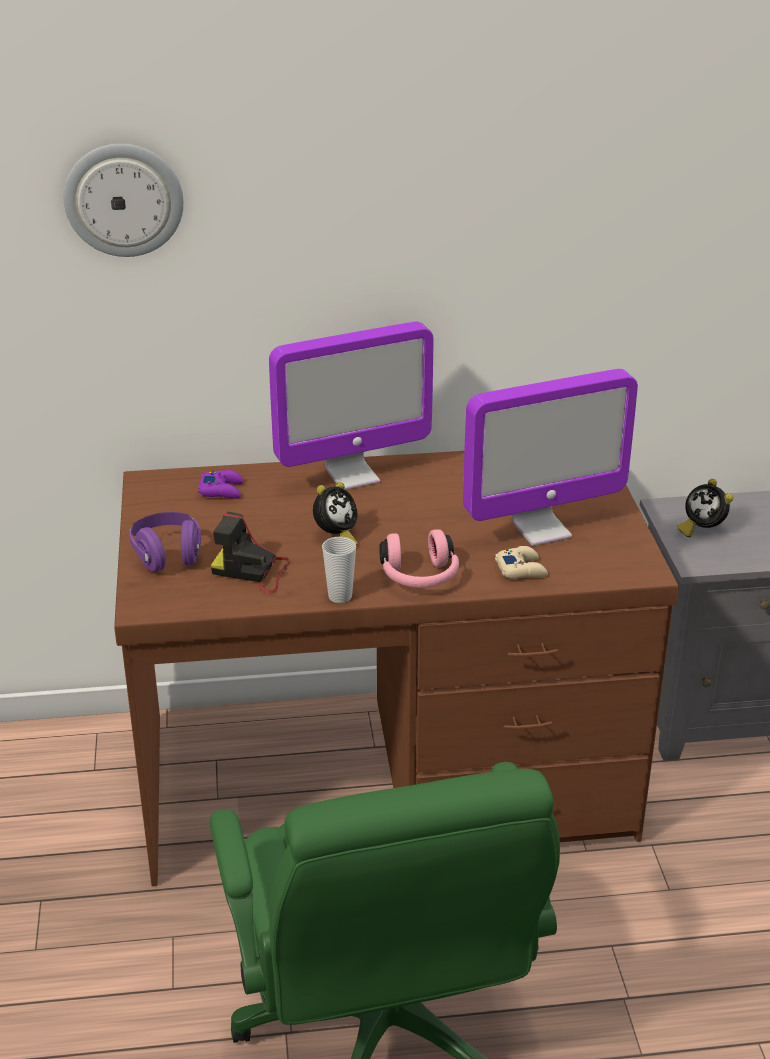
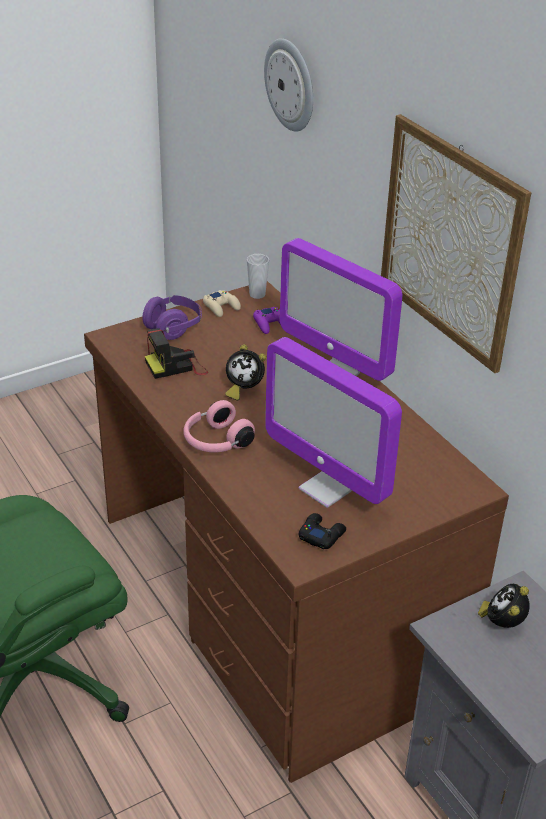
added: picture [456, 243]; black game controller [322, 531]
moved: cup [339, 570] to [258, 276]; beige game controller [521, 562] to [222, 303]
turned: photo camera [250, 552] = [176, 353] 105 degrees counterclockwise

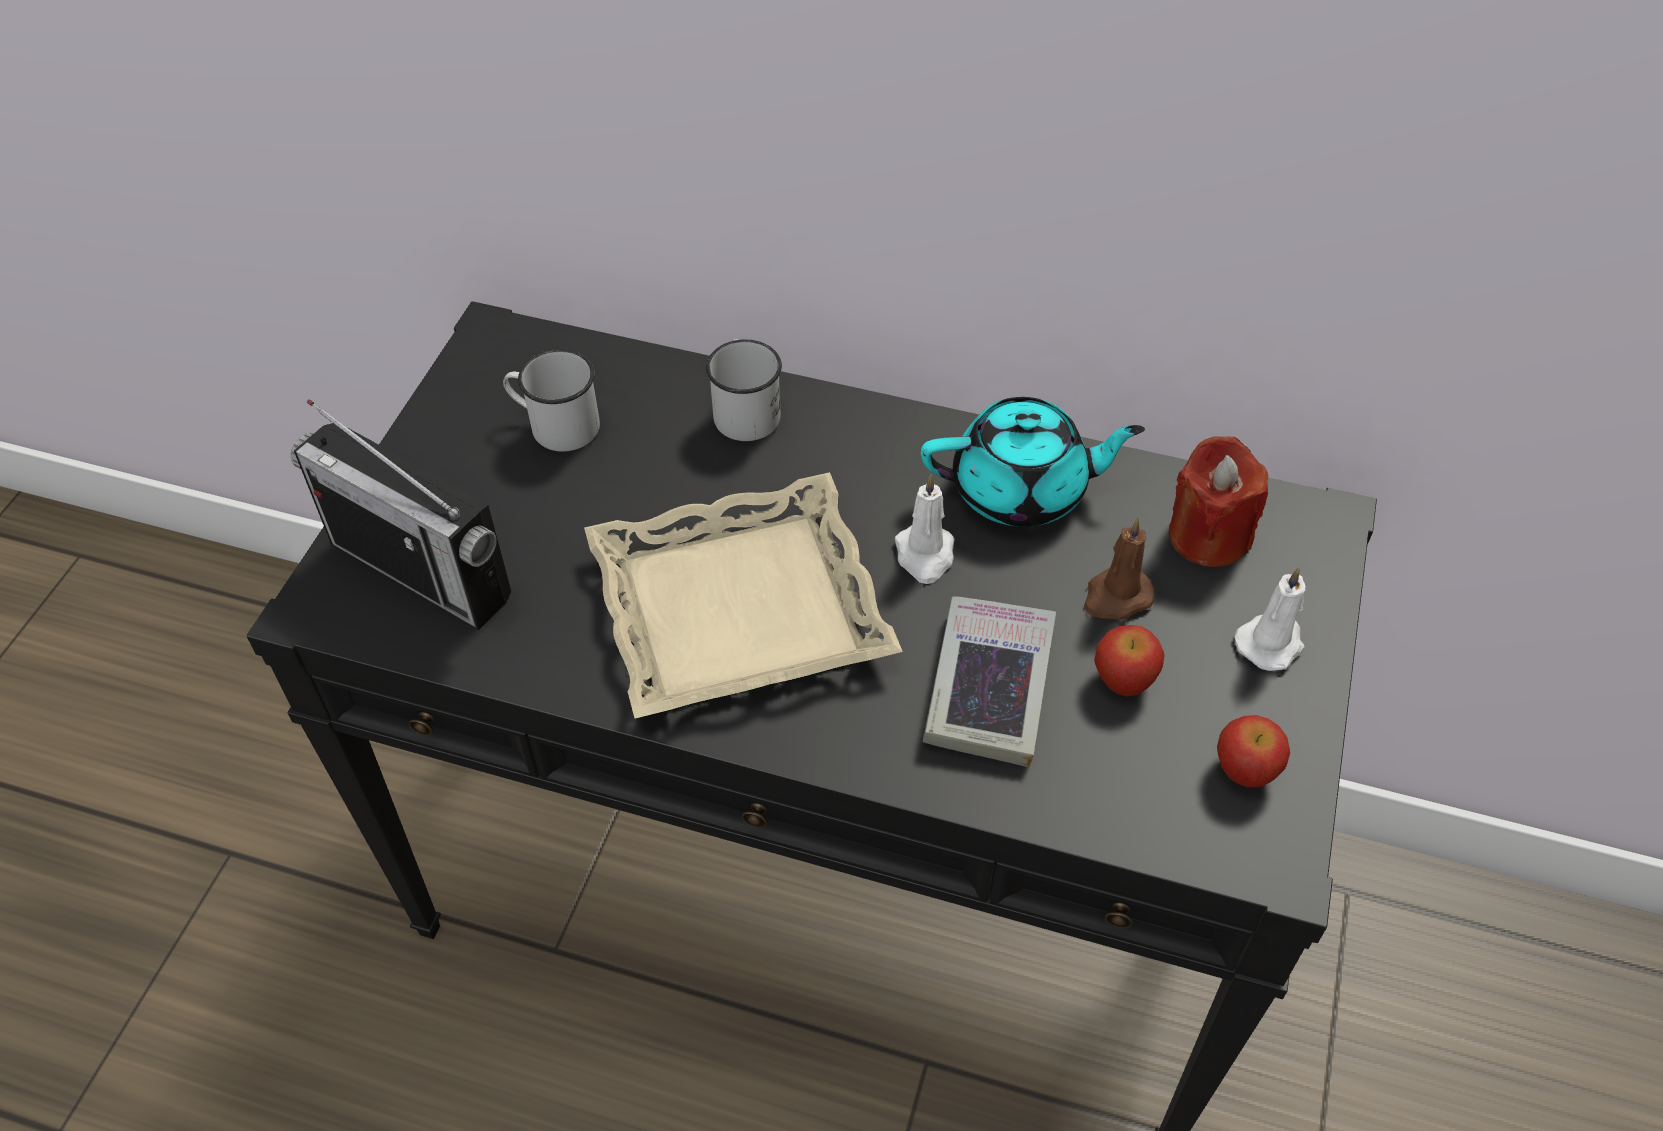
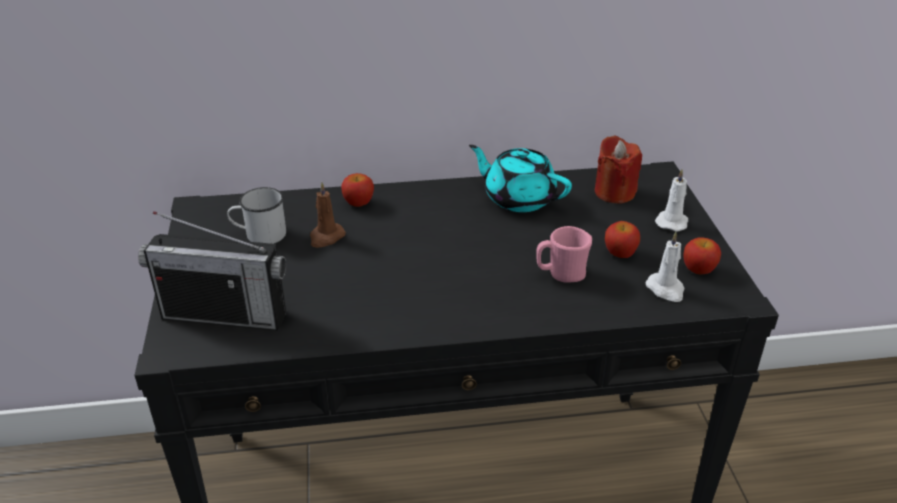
removed: beige tray [743, 595]
moved: white candle [925, 529] to [665, 267]; brown candle [1119, 568] to [328, 215]
replaced: white mug [744, 390] to apple [357, 190]; book [989, 681] to pink mug [564, 254]
turned: turquoise teapot [1033, 462] = [520, 178] 120 degrees counterclockwise

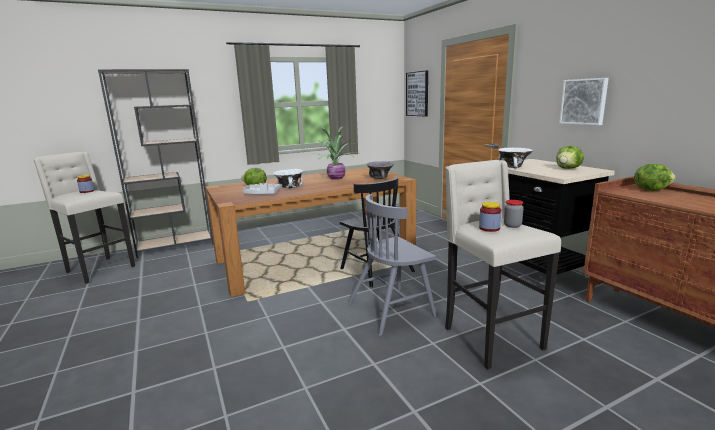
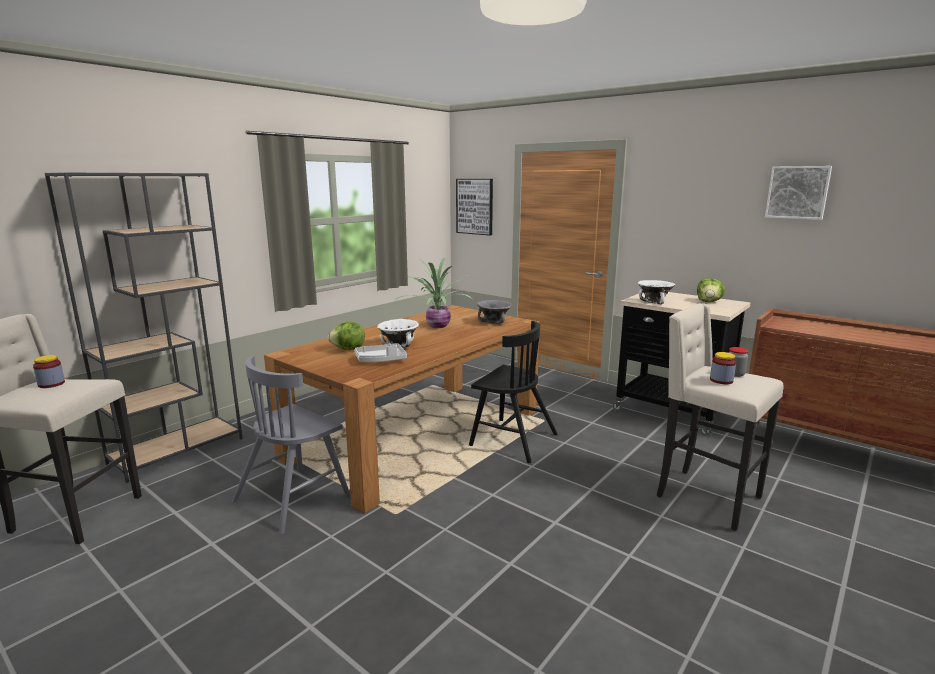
removed: lettuce [655, 177]
moved: picture [584, 101] to [798, 193]; grey chair [392, 264] to [291, 445]

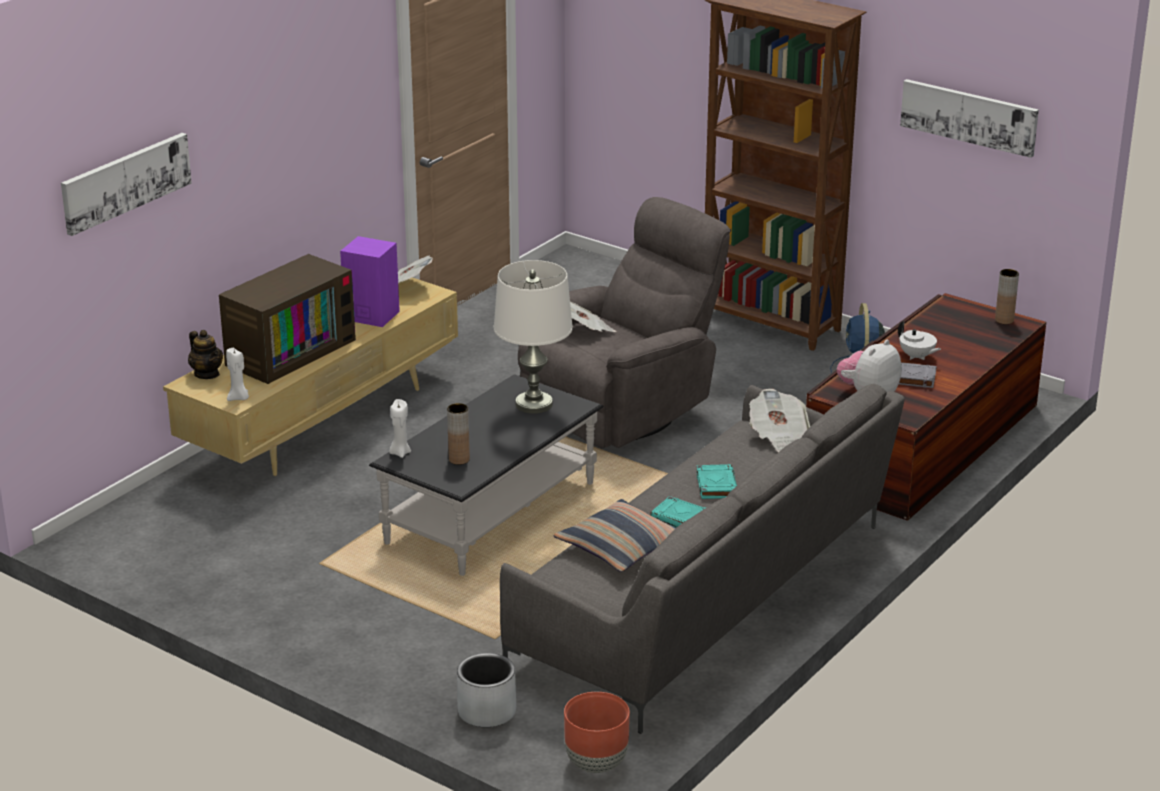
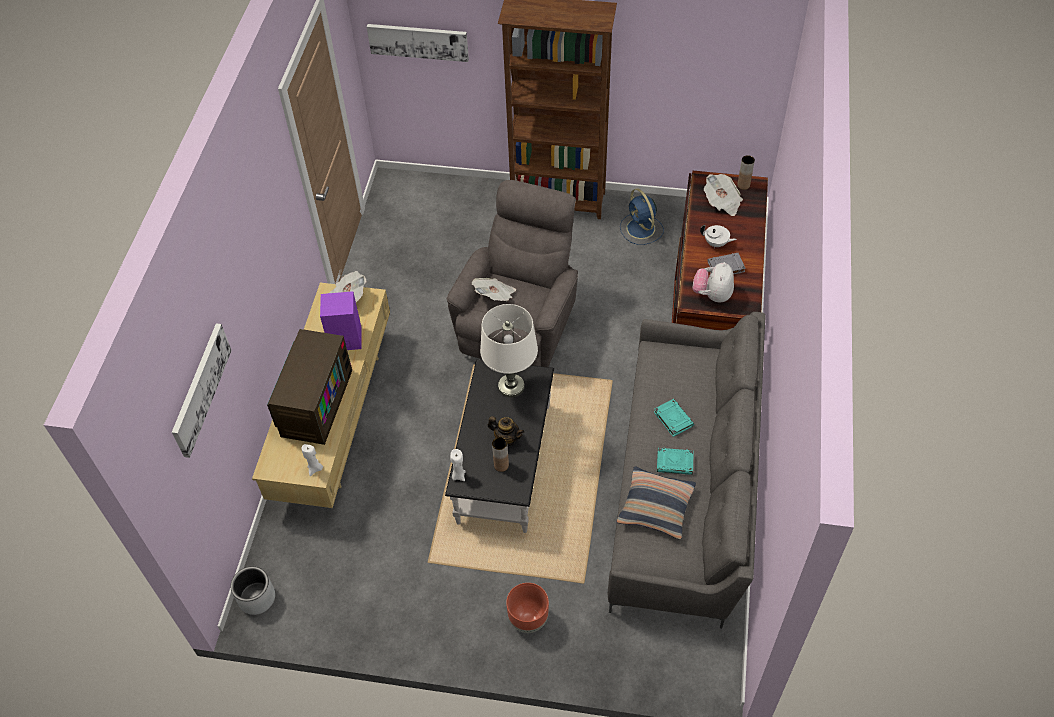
moved: picture [969, 118] to [418, 43]; teapot [205, 354] to [506, 431]; newspaper [779, 420] to [723, 195]; grey planter [486, 690] to [252, 590]; brown planter [597, 732] to [527, 608]

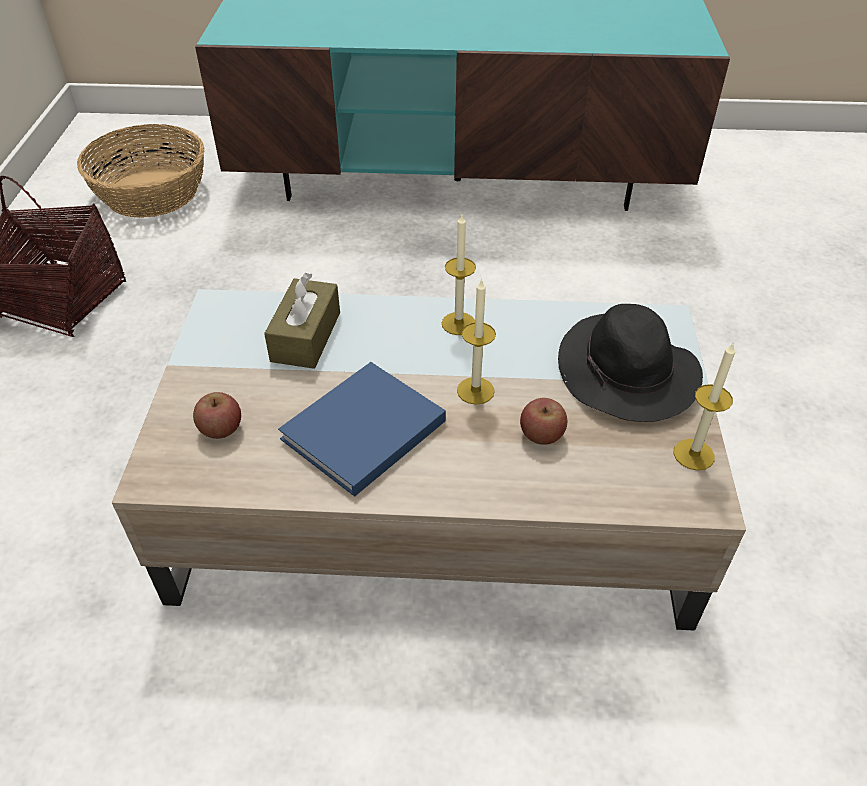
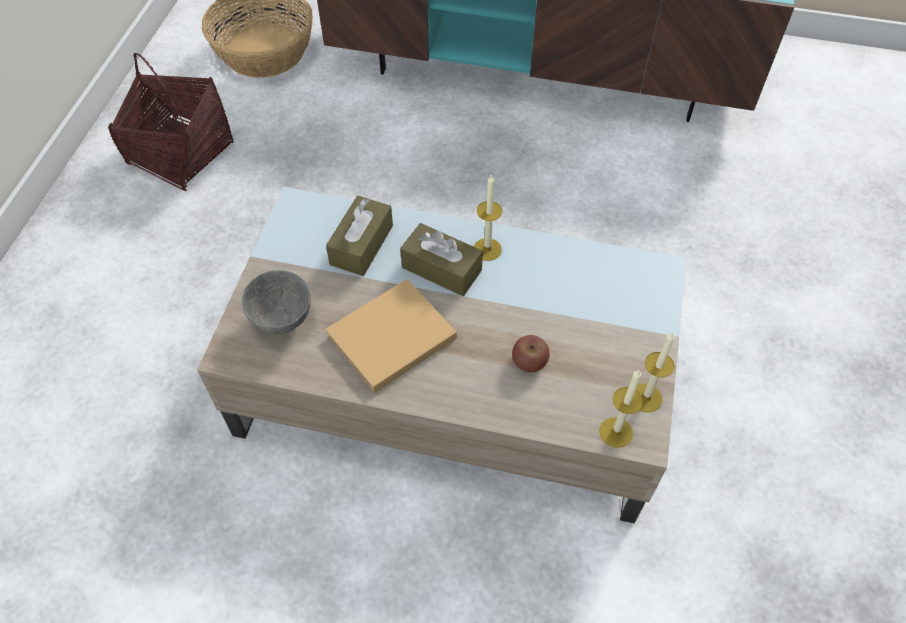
removed: black hat [630, 363]
added: brown tissue box [441, 259]
moved: candle [476, 341] to [621, 409]
replaced: apple [217, 415] to grey bowl [276, 302]
recoloured: blue book [362, 429] to beige book [391, 336]

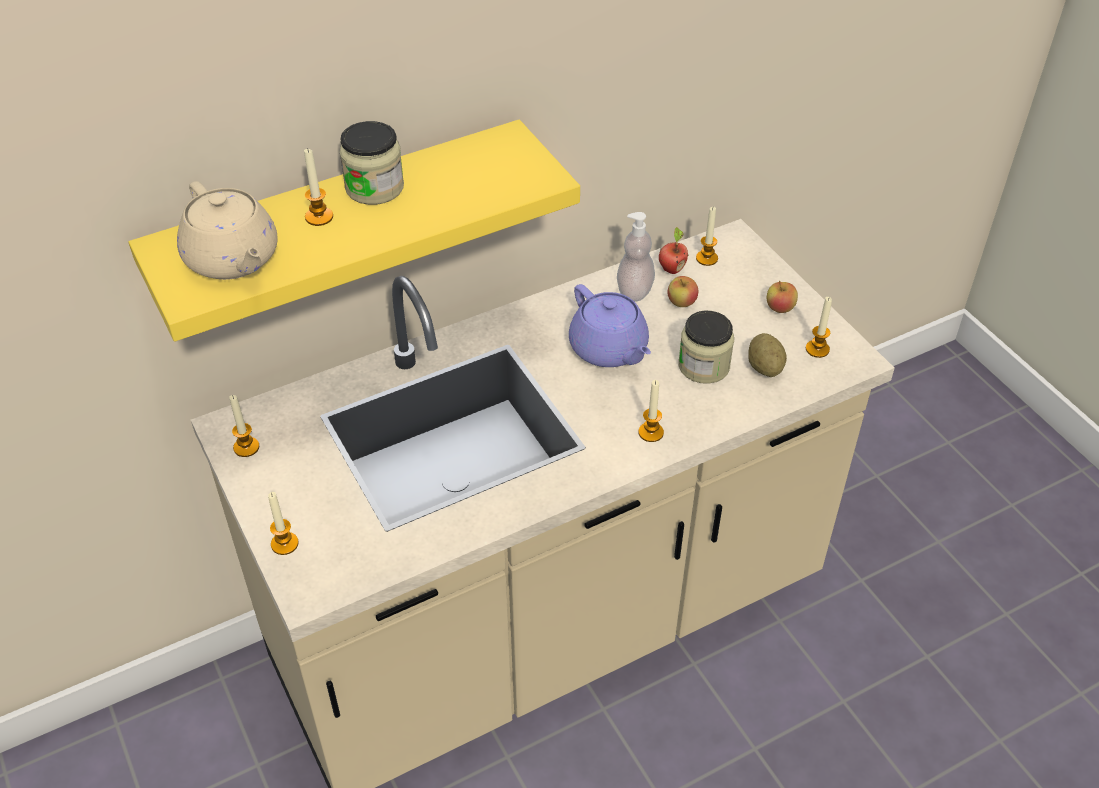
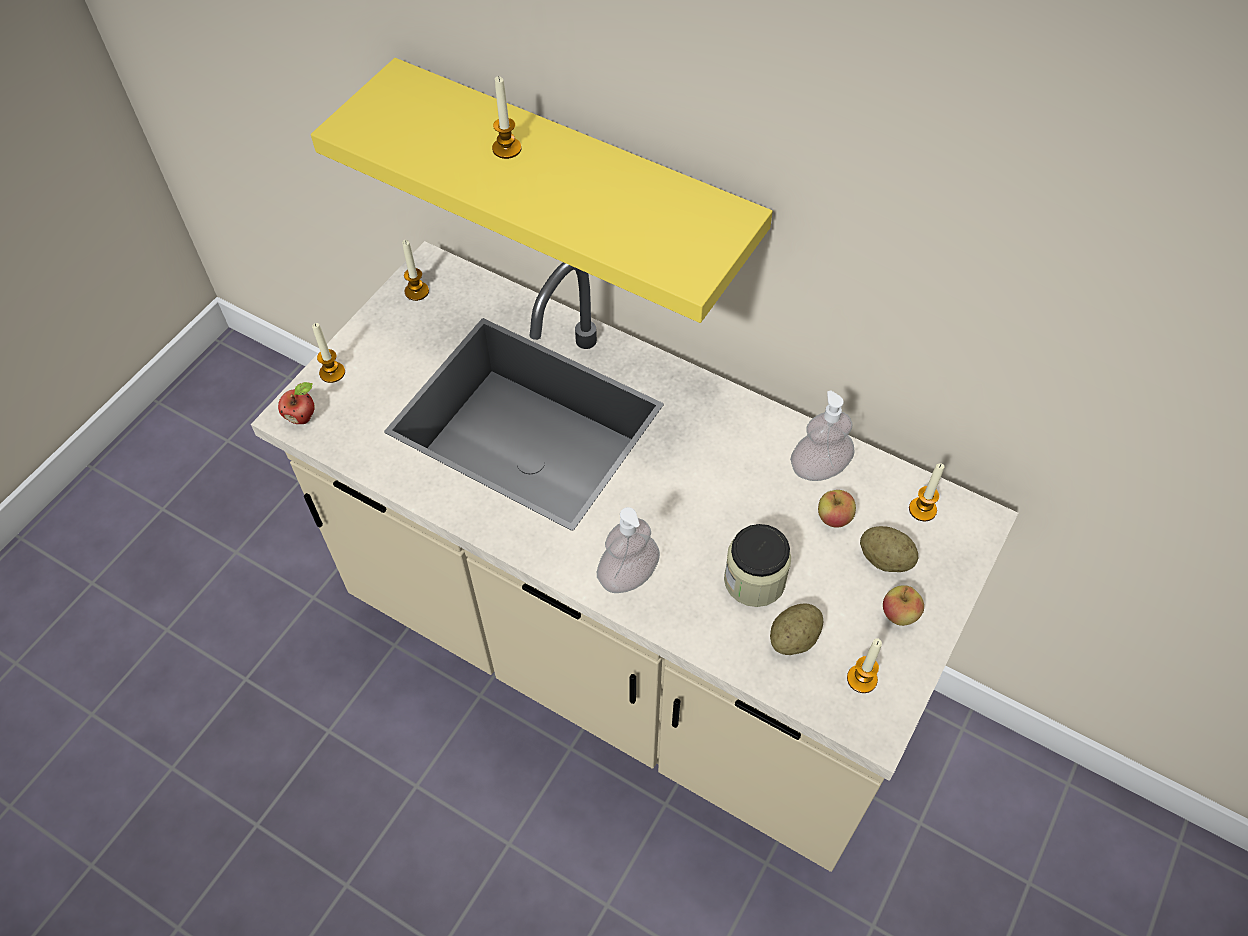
removed: jar [372, 163]; beige teapot [227, 230]; purple teapot [610, 325]
added: potato [889, 549]
moved: apple [673, 250] to [296, 403]
replaced: candle [651, 411] to soap dispenser [628, 550]

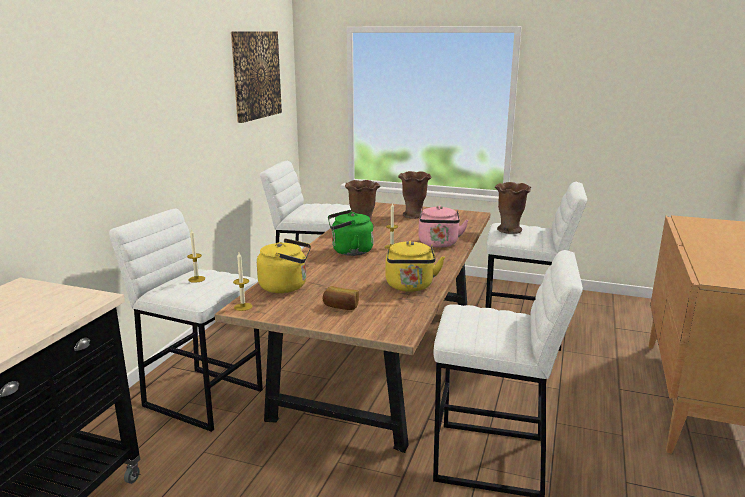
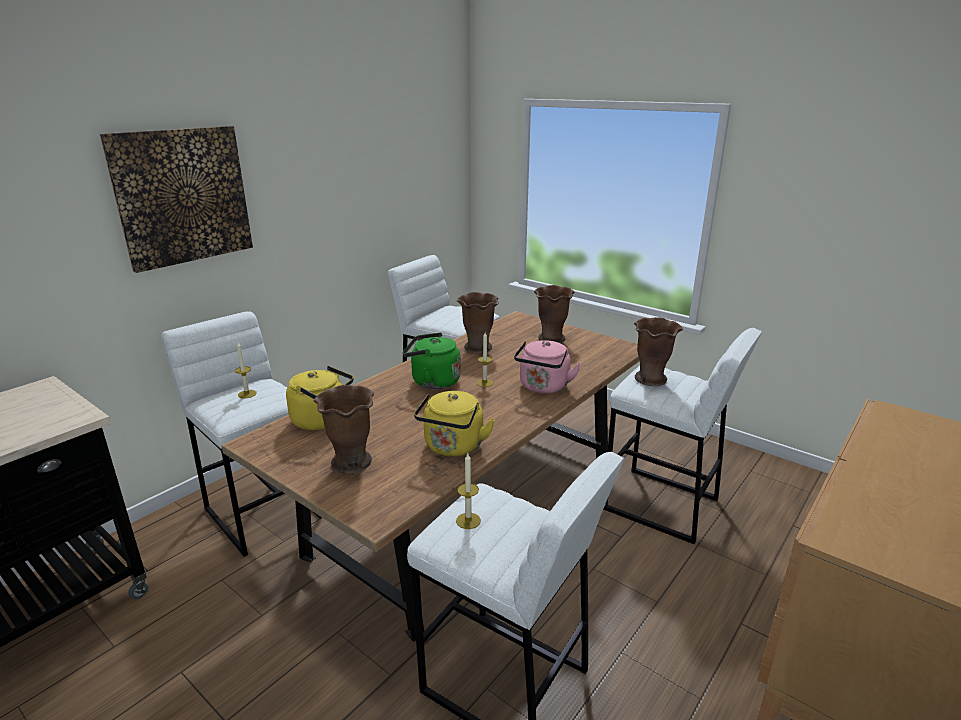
moved: picture [256, 77] to [176, 199]; candle [243, 282] to [468, 491]
replaced: bread [341, 298] to brown vase [344, 429]

